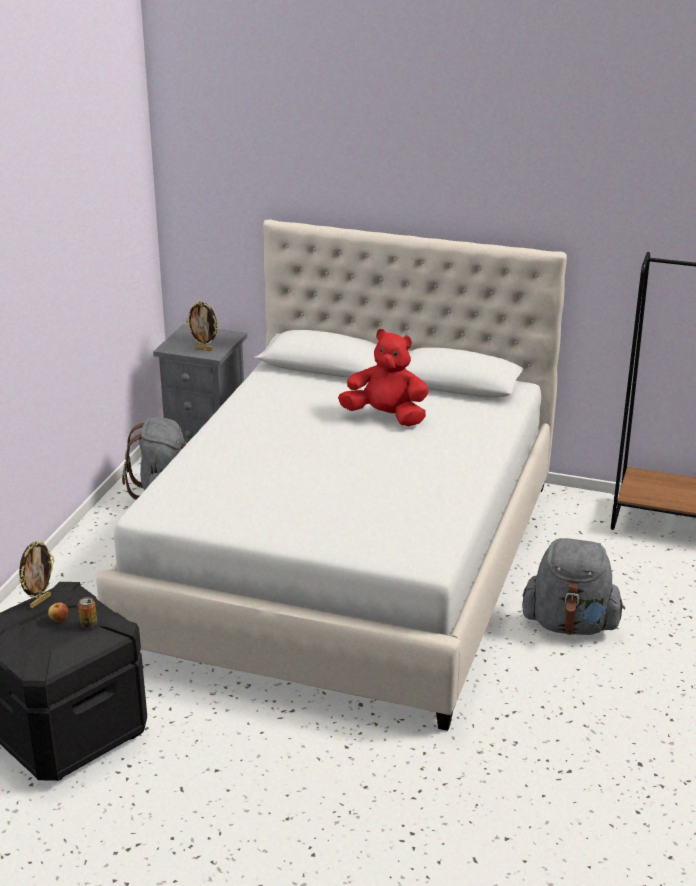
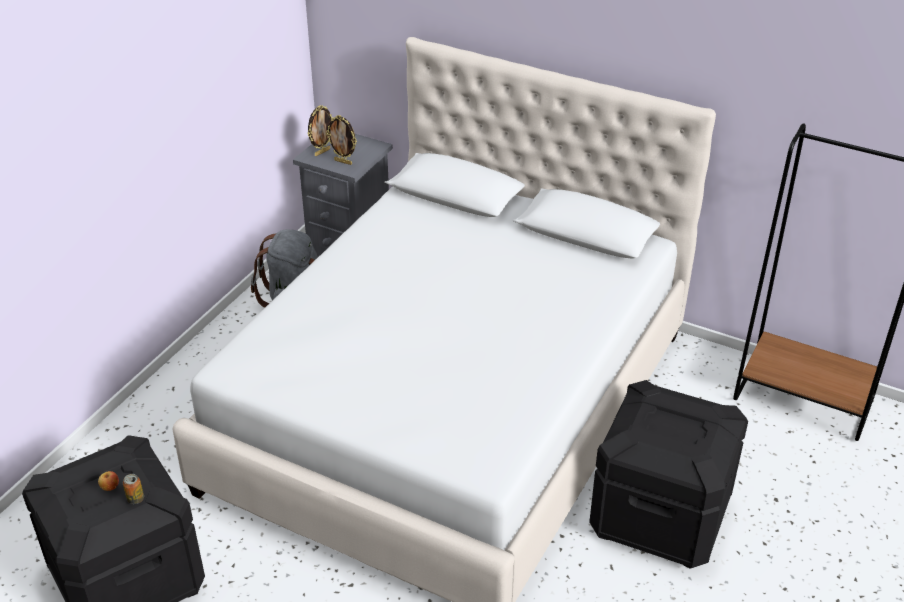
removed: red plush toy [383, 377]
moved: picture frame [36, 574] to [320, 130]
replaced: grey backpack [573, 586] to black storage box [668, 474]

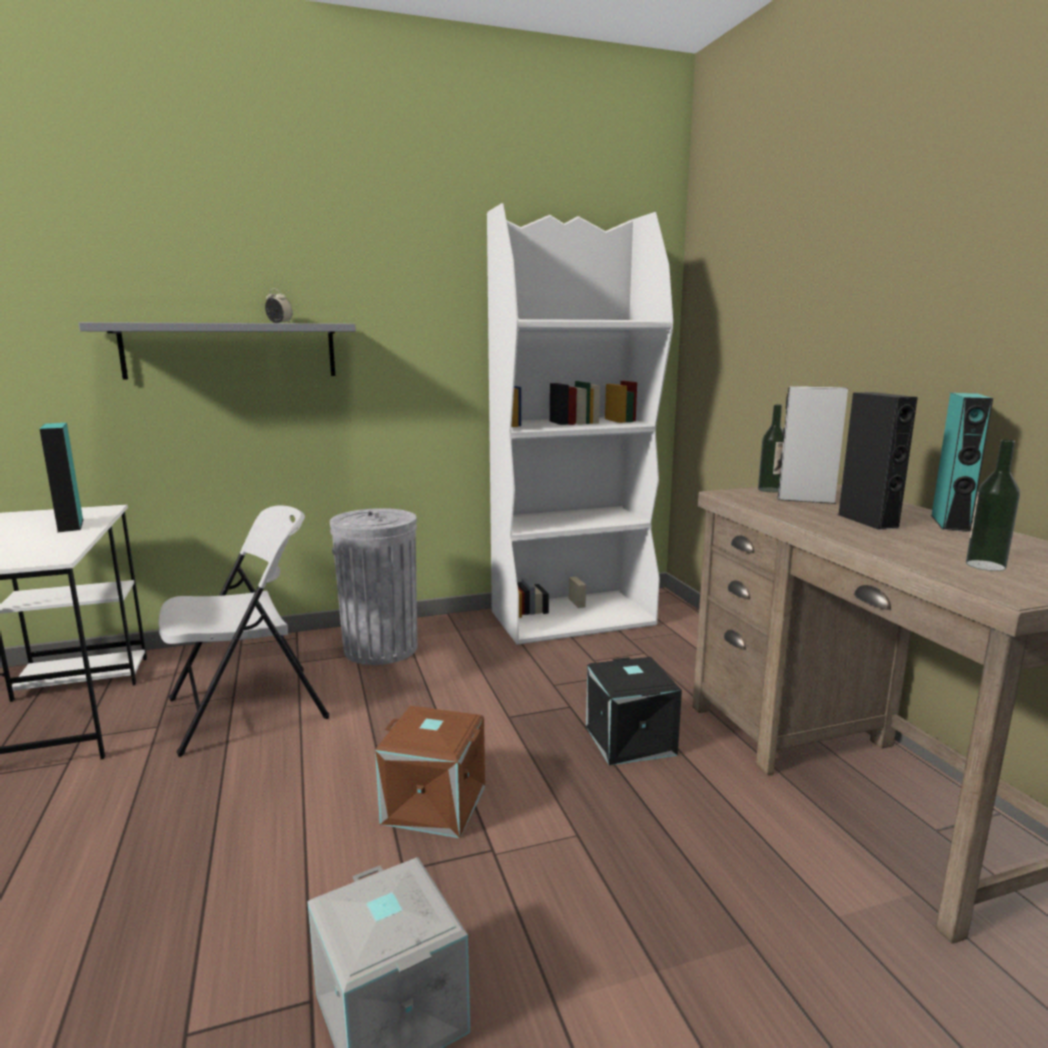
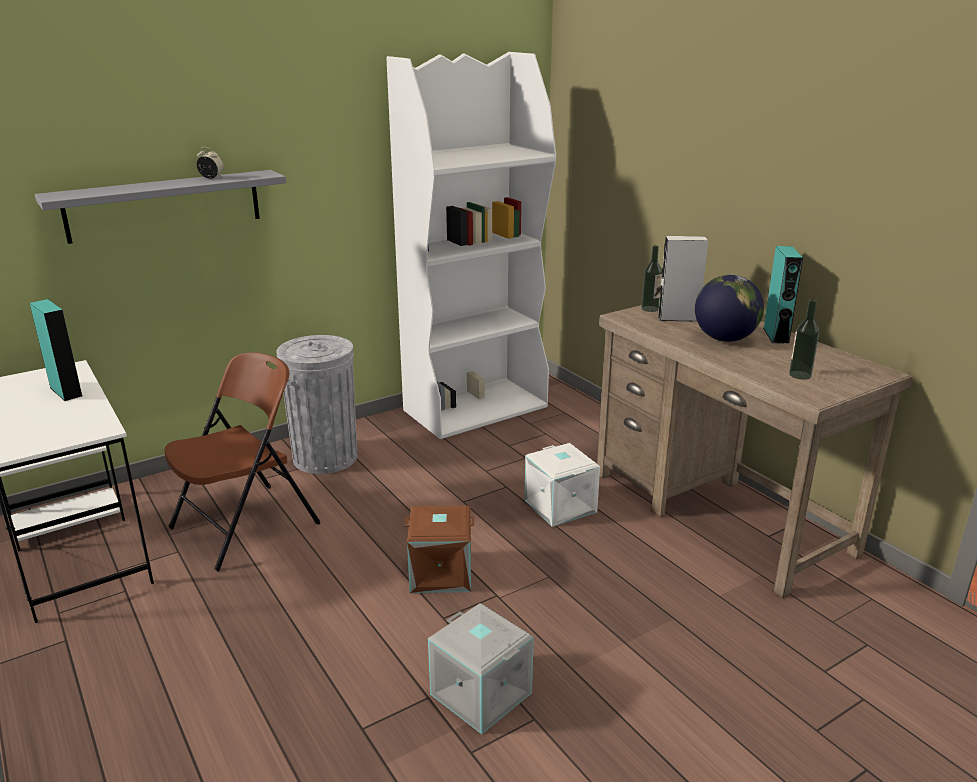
replaced: black speaker [878, 461] to globe [729, 308]
recoloured: white chair [244, 631] to brown chair [242, 462]; black storage box [634, 711] to white storage box [562, 485]

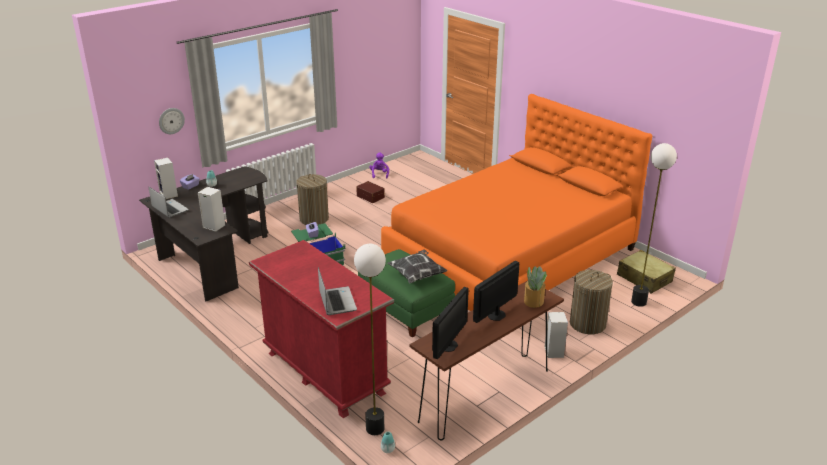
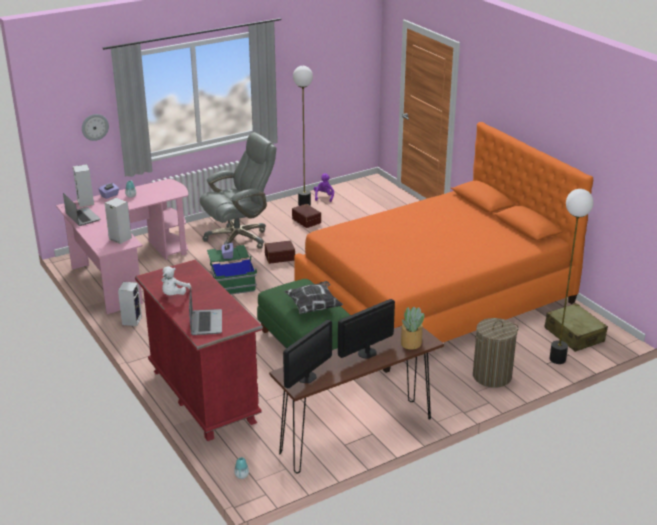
added: brown storage box [280, 252]; white plush toy [176, 280]
moved: floor lamp [370, 339] to [303, 136]; speaker [556, 335] to [130, 304]
replaced: laundry basket [312, 199] to grey office chair [238, 190]
recoloured: black desk [203, 233] to pink desk [122, 246]

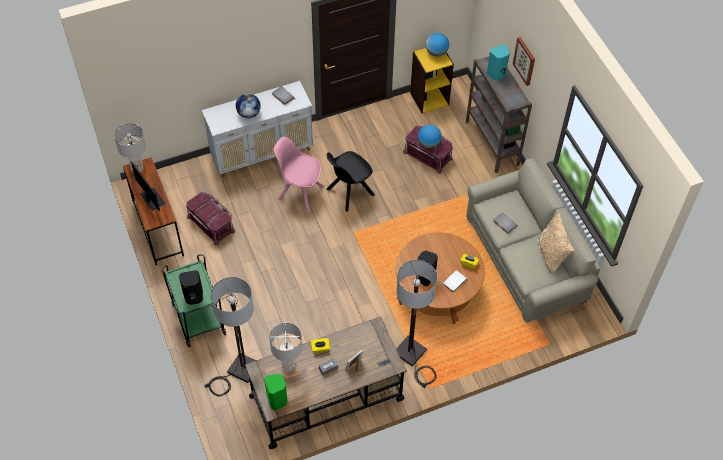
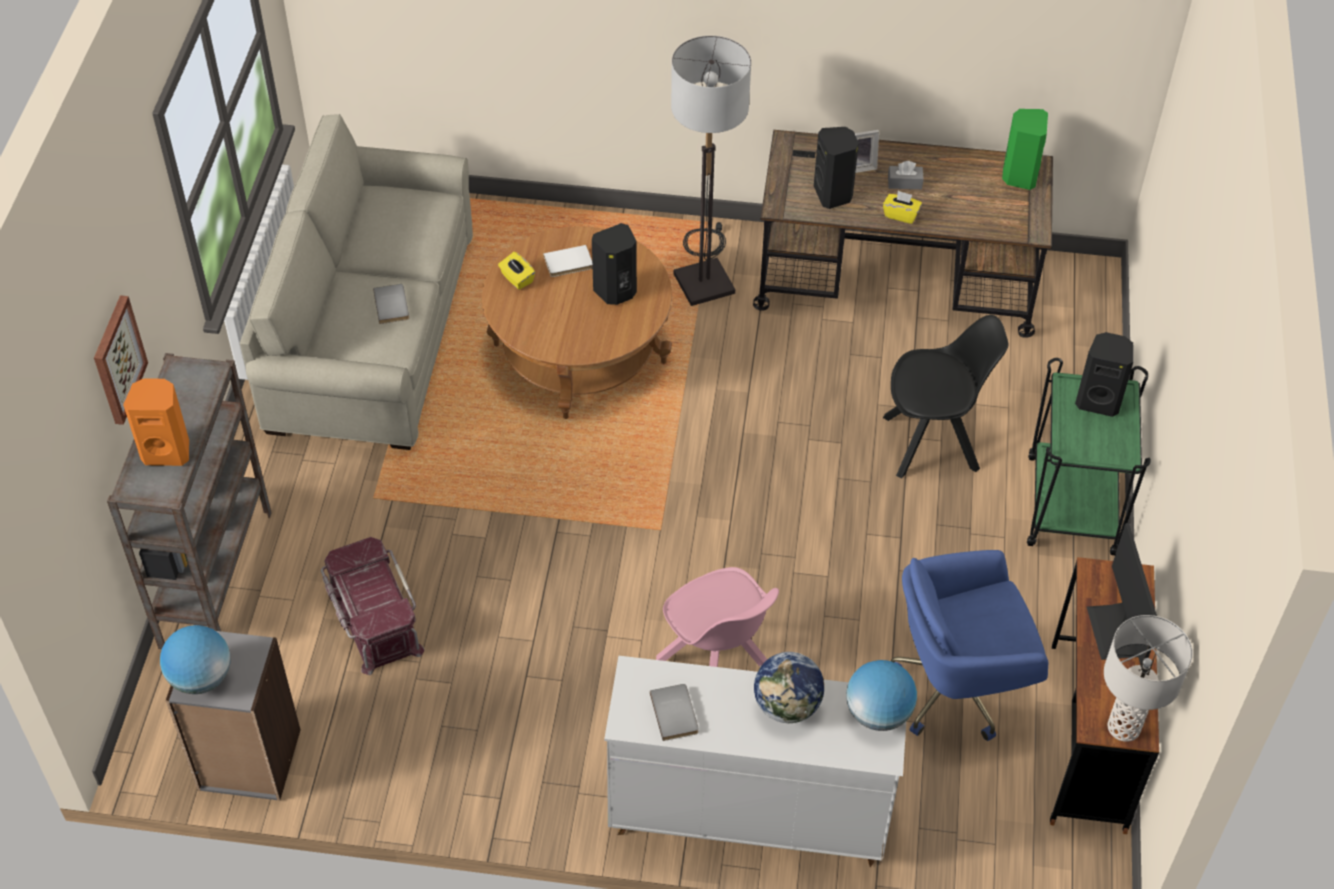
removed: beige pillow [555, 243]; floor lamp [230, 337]; white table lamp [285, 347]
added: black speaker [836, 168]
moved: globe [430, 136] to [881, 695]; black chair [350, 181] to [946, 396]
replaced: red storage box [210, 218] to blue office chair [969, 645]
recoloured: turquoise speaker [498, 62] to orange speaker [156, 422]; yellow bookcase [432, 80] to grey bookcase [233, 716]

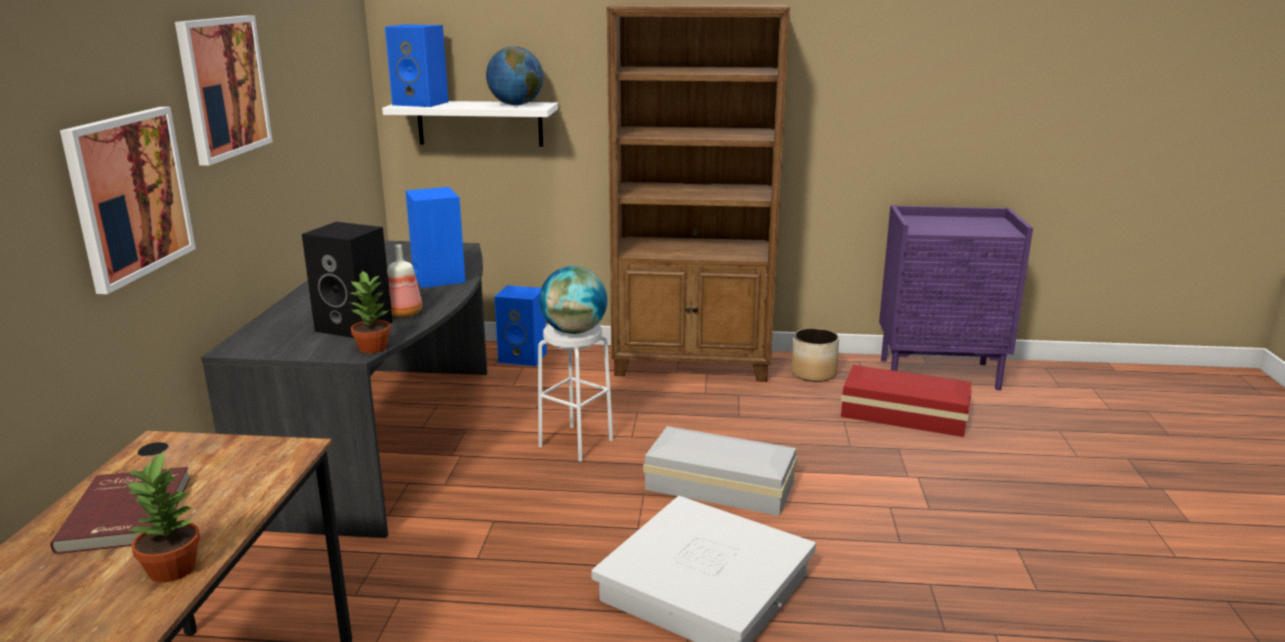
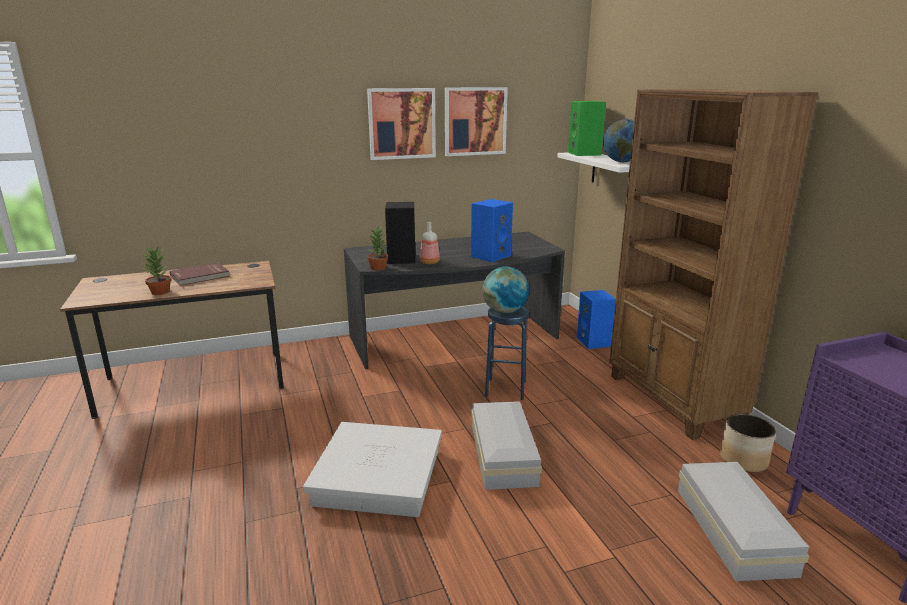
moved: picture [128, 200] to [476, 121]
recoloured: blue speaker [416, 65] to green speaker [587, 128]; white stool [575, 393] to blue stool [507, 353]; red storage box [906, 401] to white storage box [743, 521]

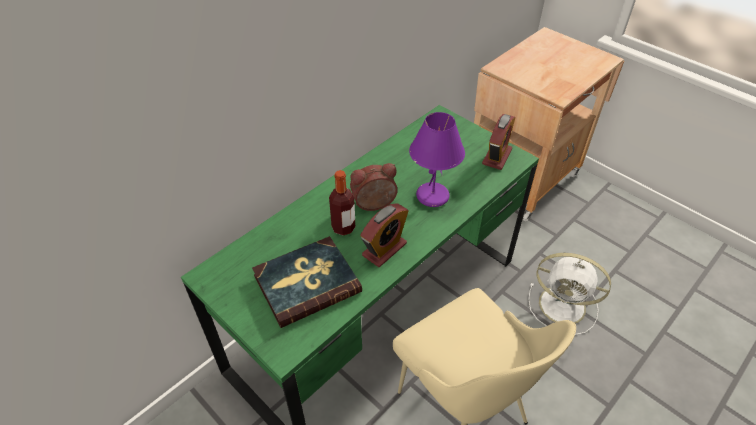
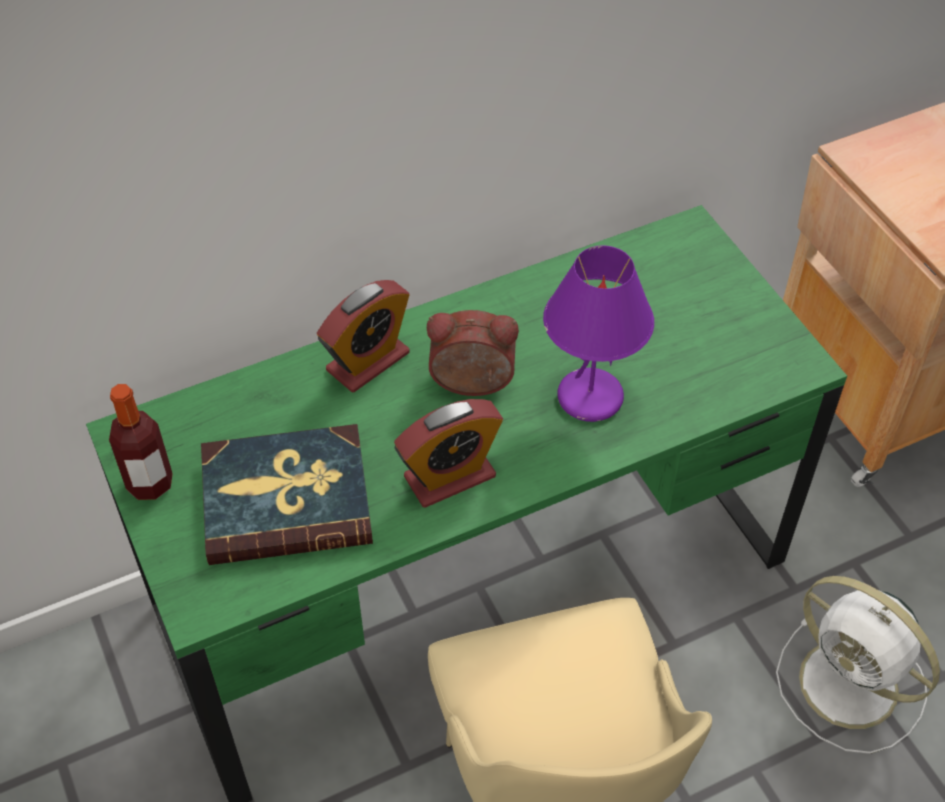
moved: alarm clock [498, 142] to [363, 336]; bottle [342, 202] to [141, 442]

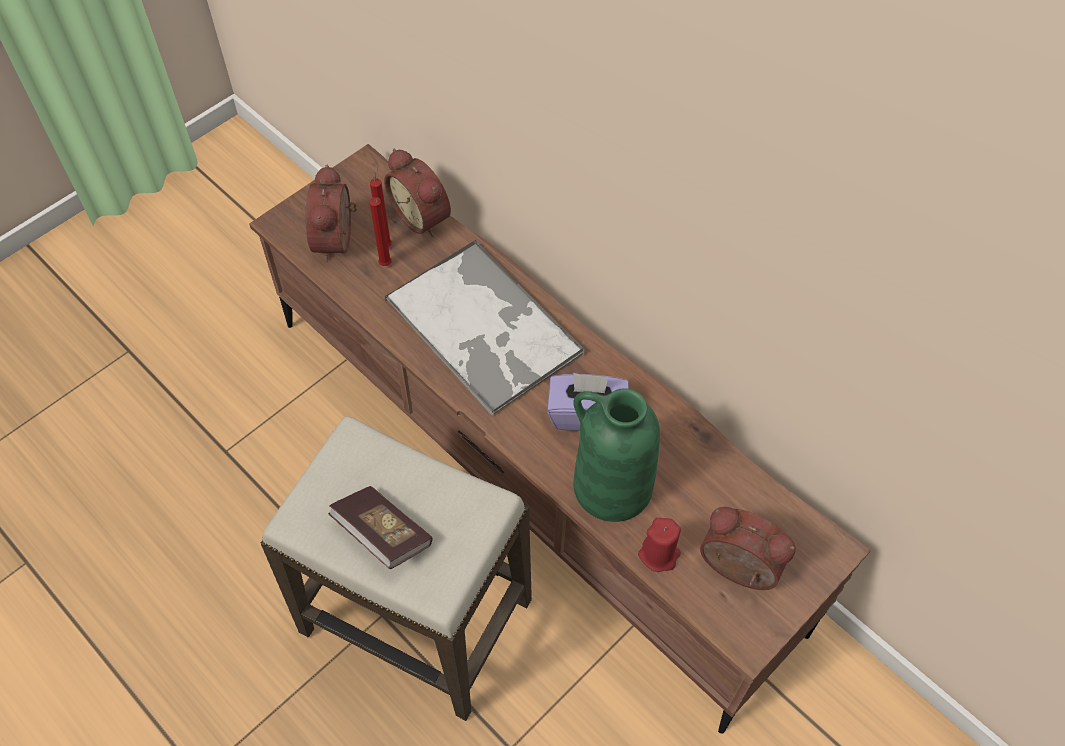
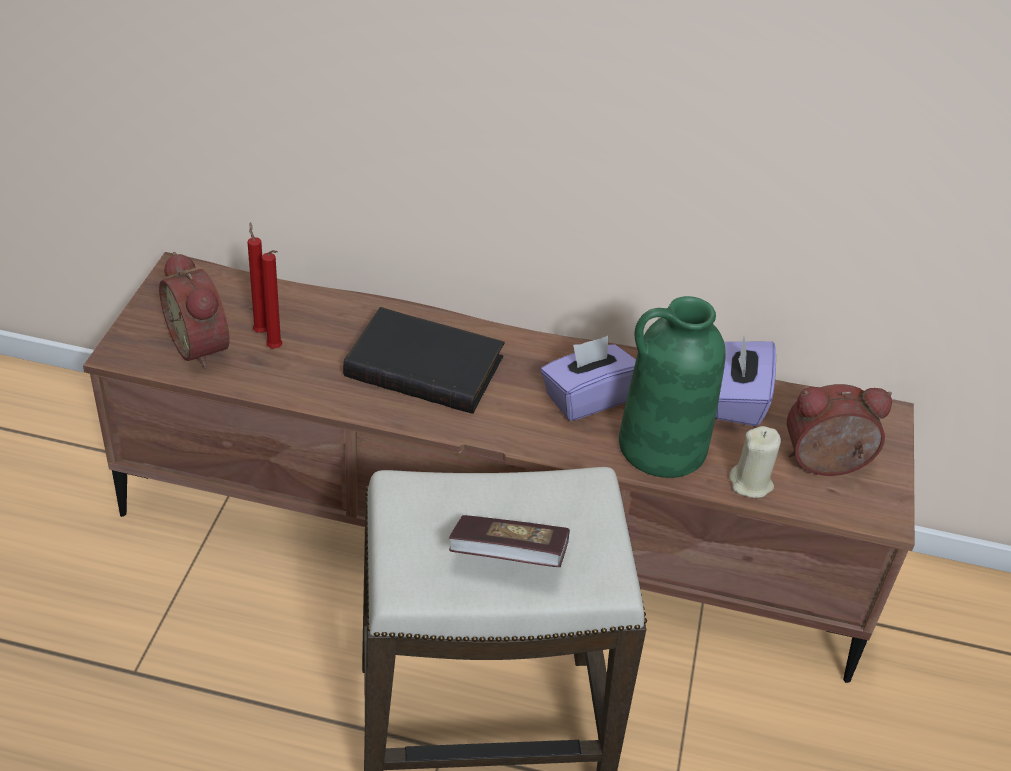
removed: alarm clock [417, 193]
added: purple tissue box [746, 381]
replaced: tray [485, 328] to black book [424, 360]
recoloured: red candle [659, 545] to beige candle [755, 462]

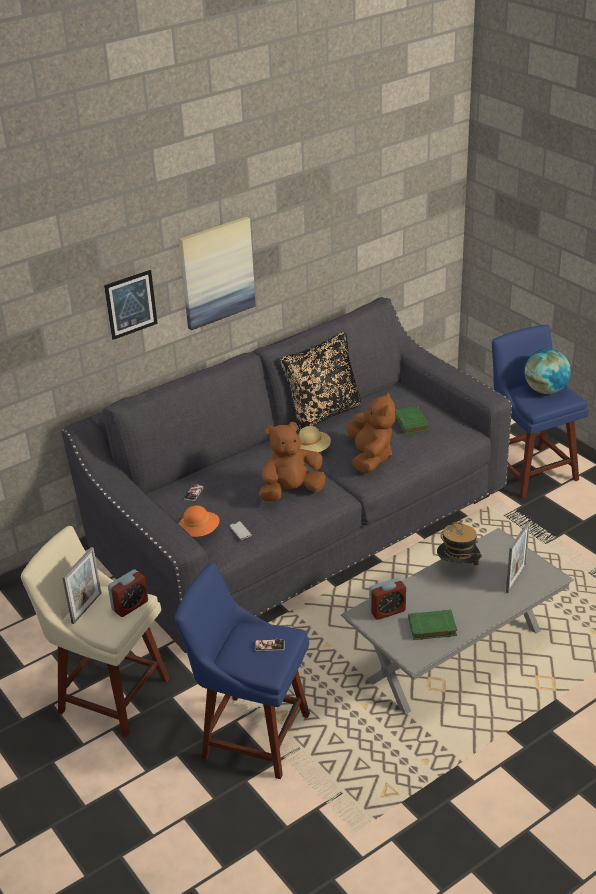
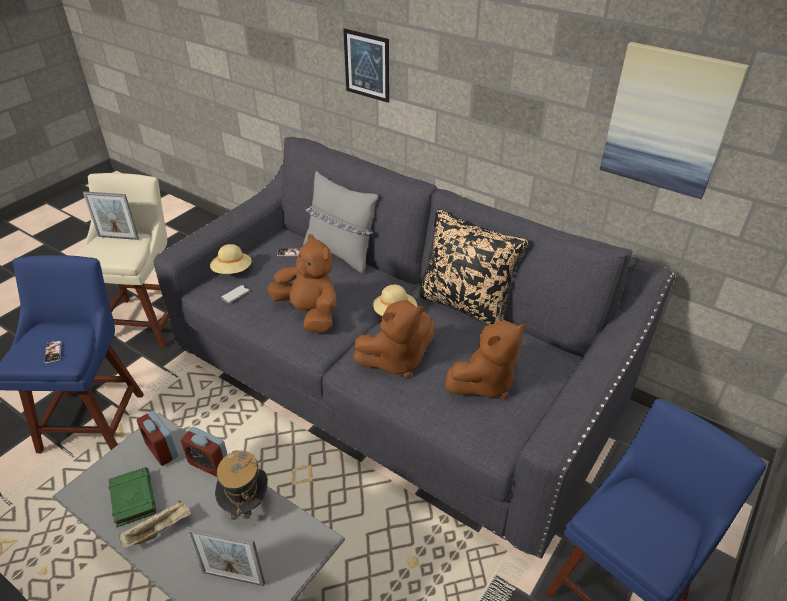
removed: globe [547, 371]
added: grey pillow [340, 222]; beige tray [155, 524]
moved: picture [217, 273] to [674, 120]; alarm clock [128, 593] to [204, 452]
replaced: green book [412, 420] to brown plush toy [485, 359]
recoloured: orange hat [199, 521] to beige hat [231, 259]

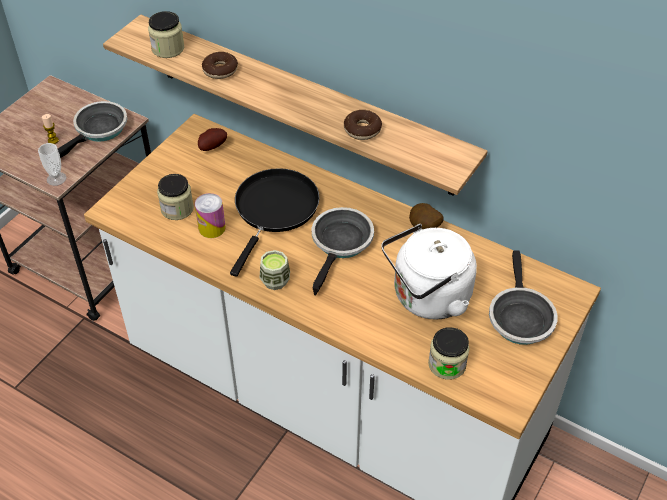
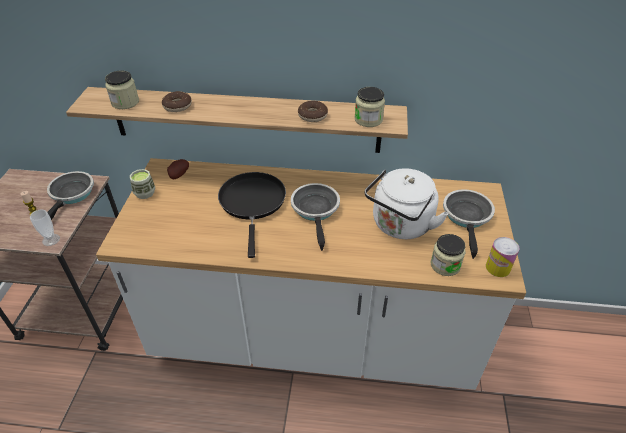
removed: potato [426, 216]
moved: jar [175, 197] to [369, 107]; can [210, 215] to [502, 257]; cup [274, 270] to [142, 184]
turned: frying pan [523, 297] = [469, 224] 150 degrees counterclockwise

